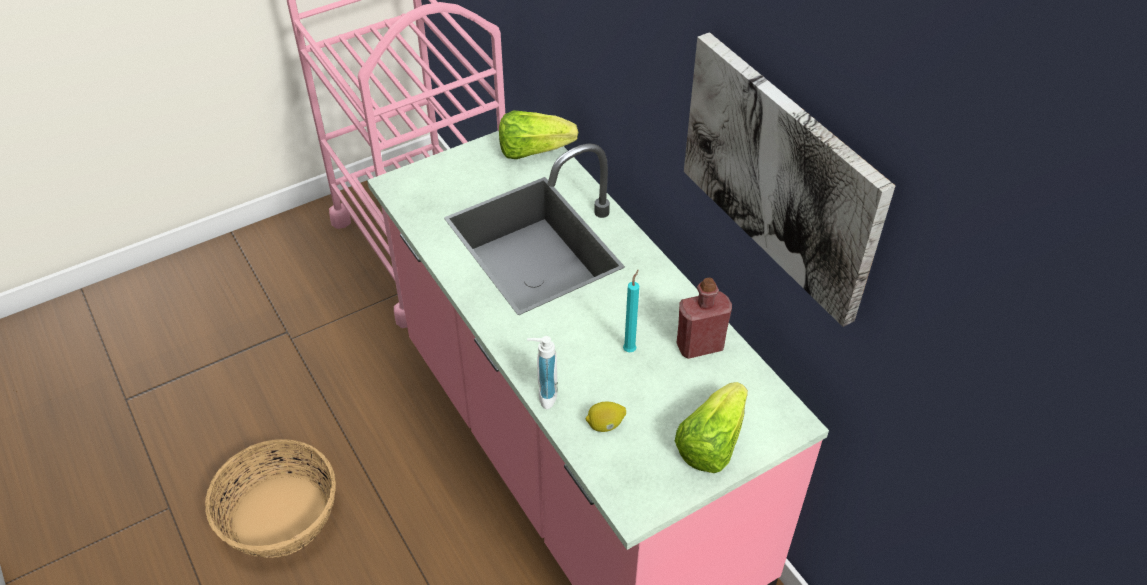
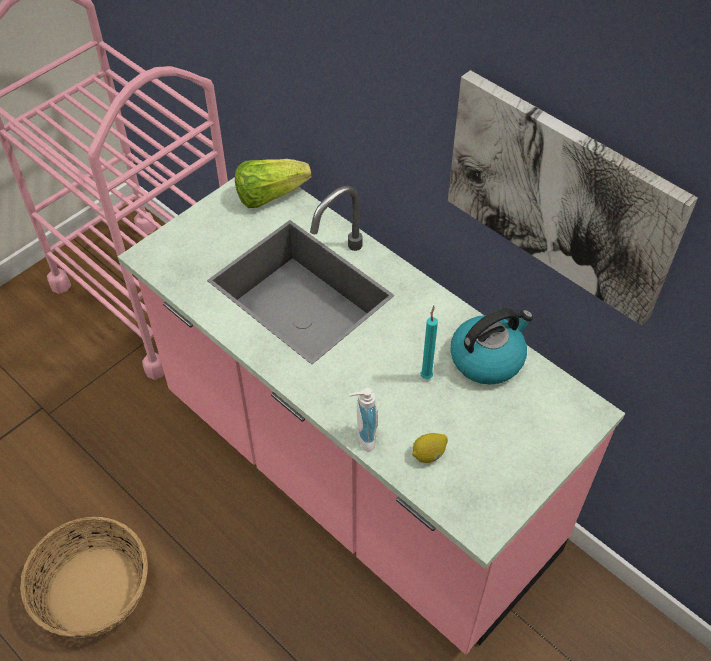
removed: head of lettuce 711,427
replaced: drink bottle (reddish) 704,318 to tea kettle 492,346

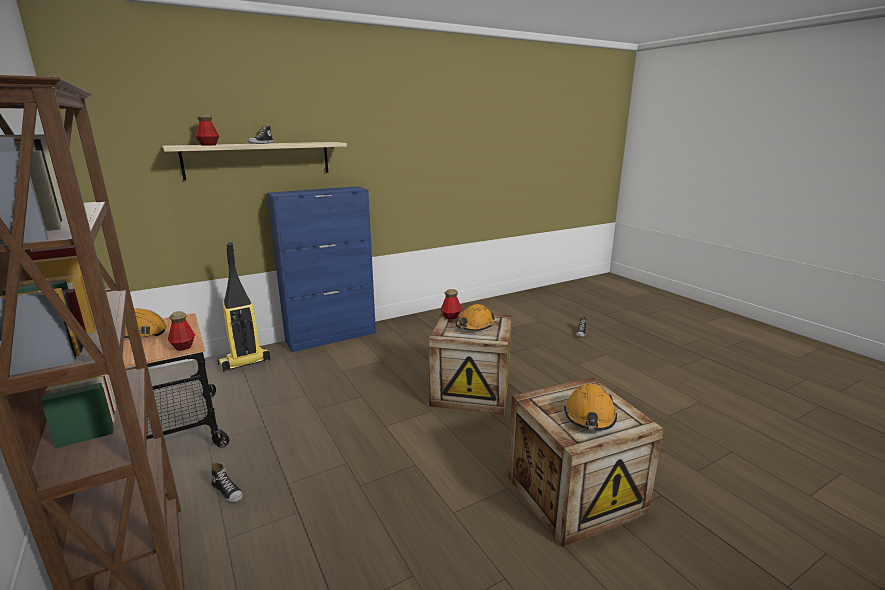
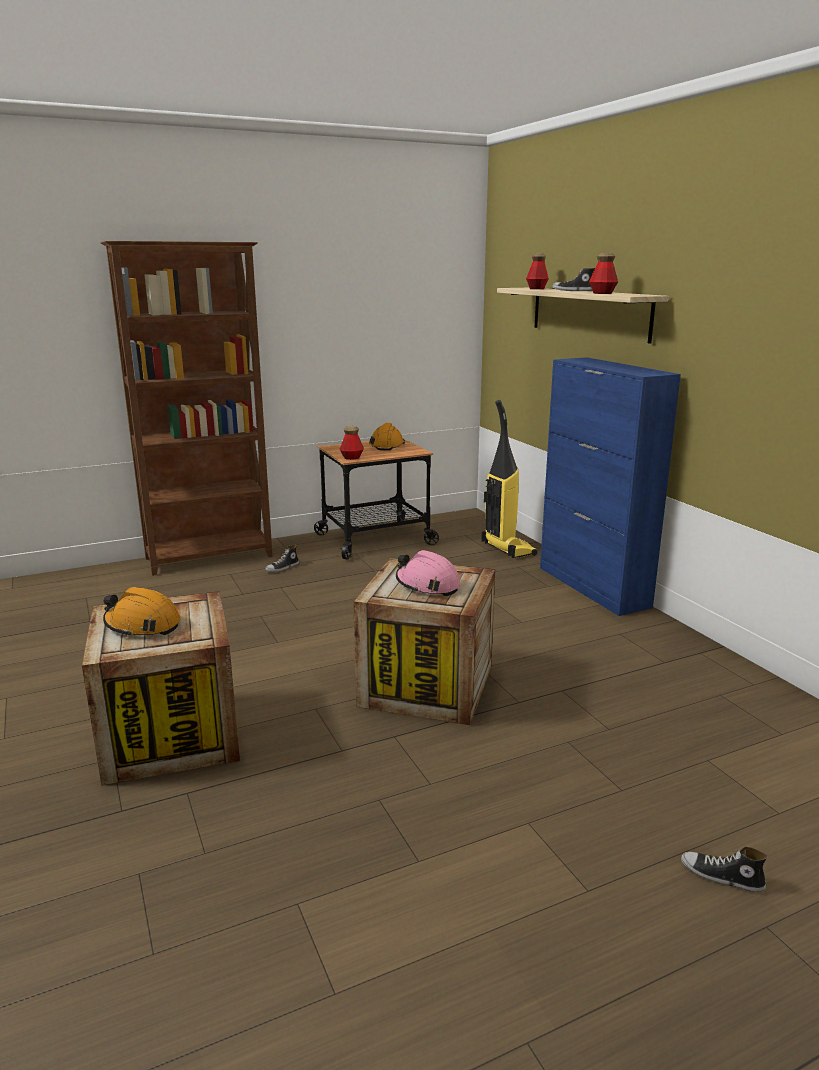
moved: drink bottle 451,304 to 603,273
recoloured: hard hat (orangey) 475,317 to hard hat (pinkish) 428,573

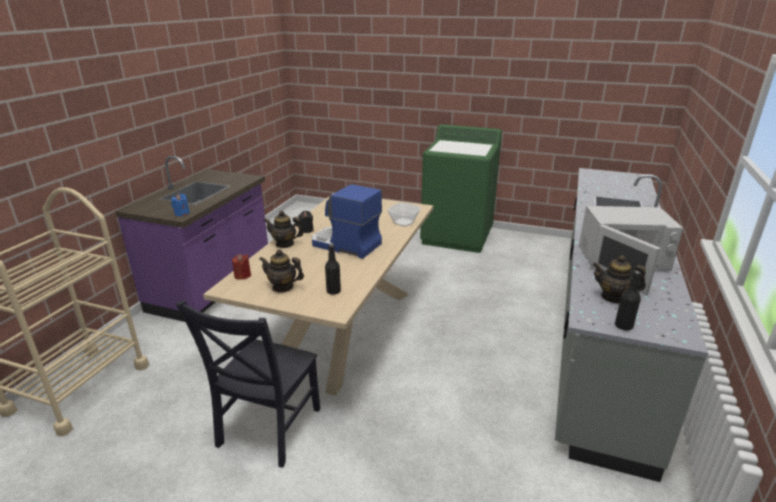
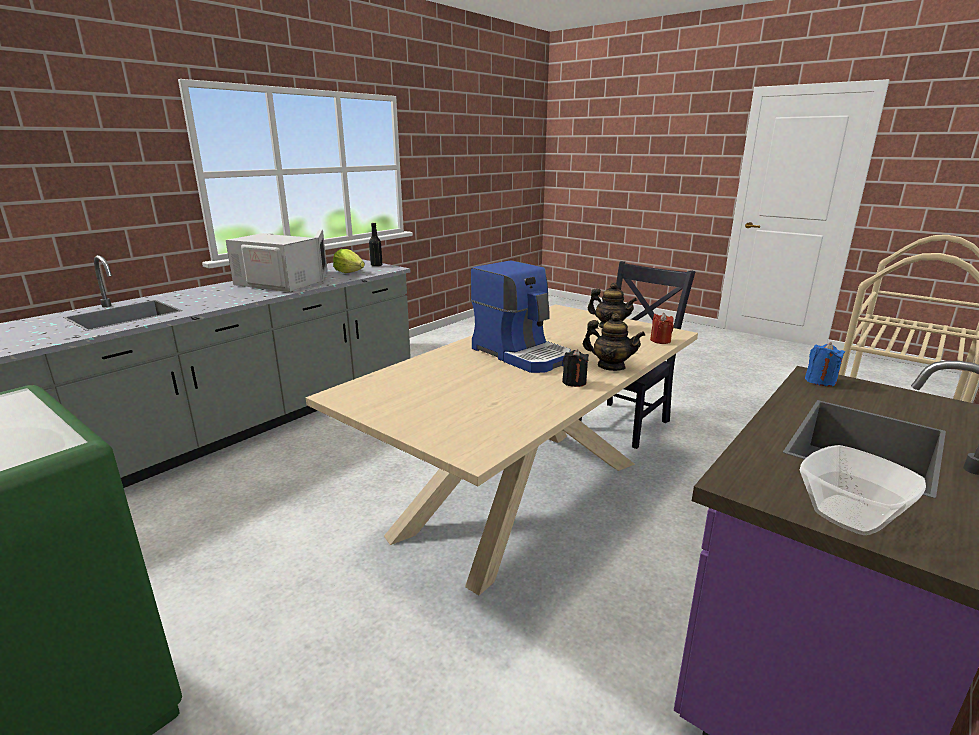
removed: drink bottle (black-coloured) 333,269
moved: bowl 404,214 to 863,490
replaced: pot for tea 619,279 to head of lettuce 349,261

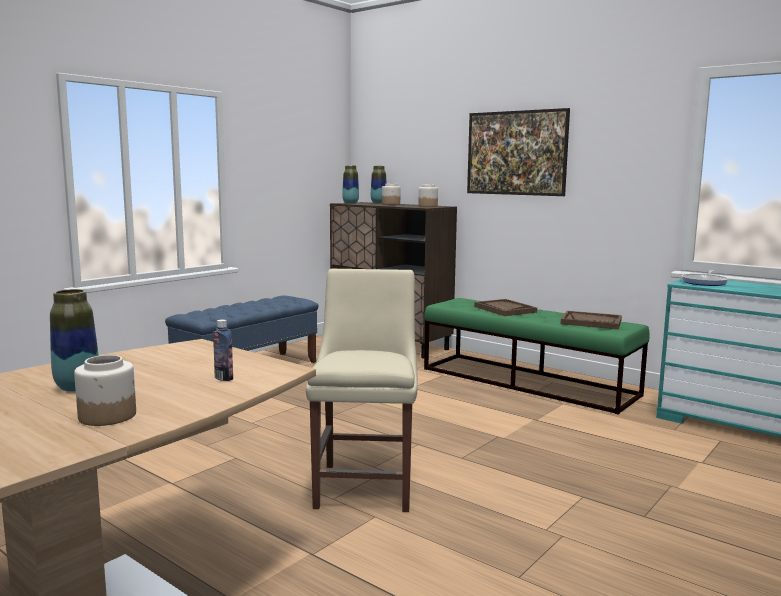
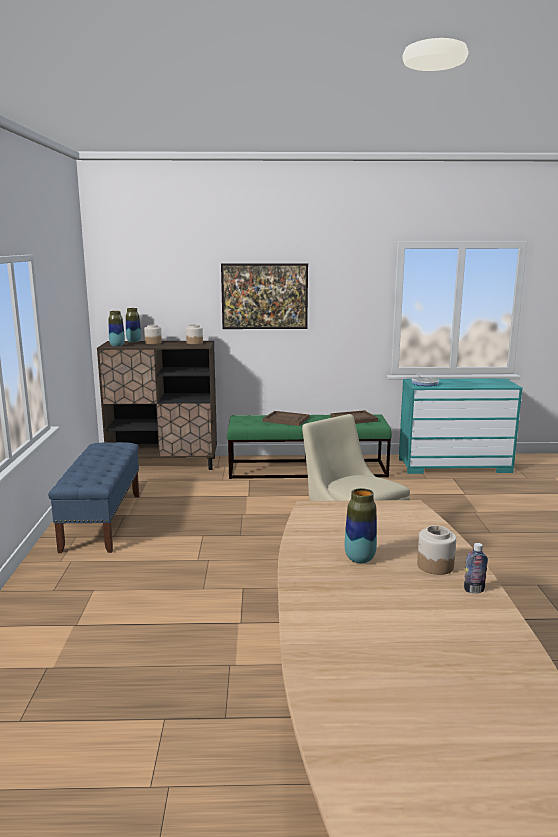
moved: drink bottle 223,350 to 476,568

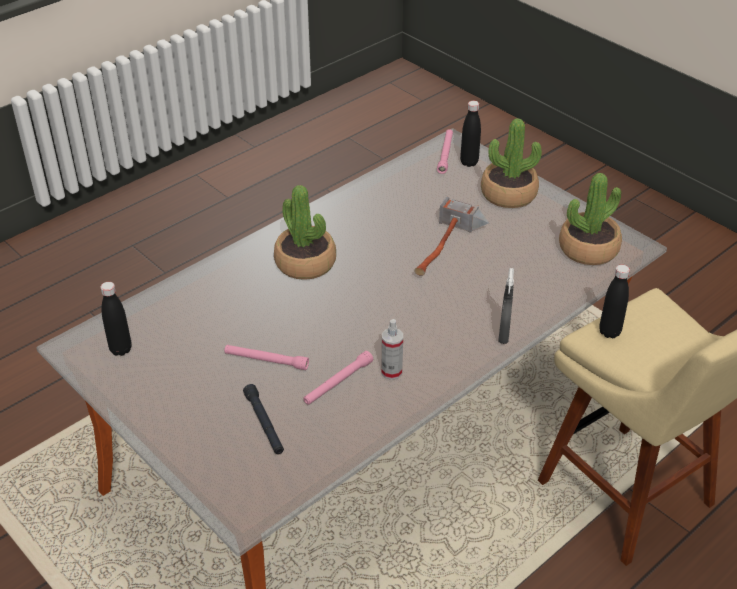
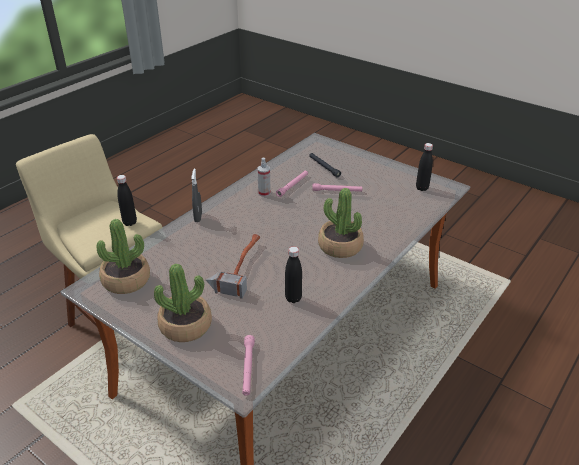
moved: drink bottle (black-coloured) 470,134 to 293,275

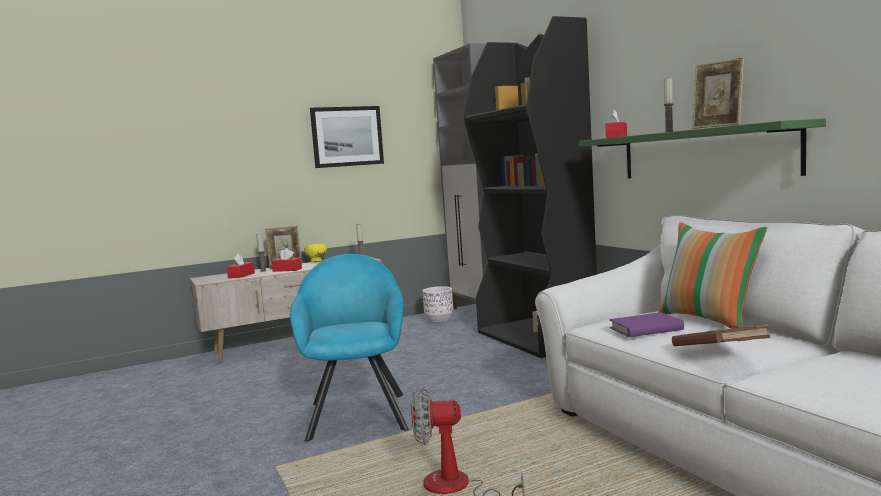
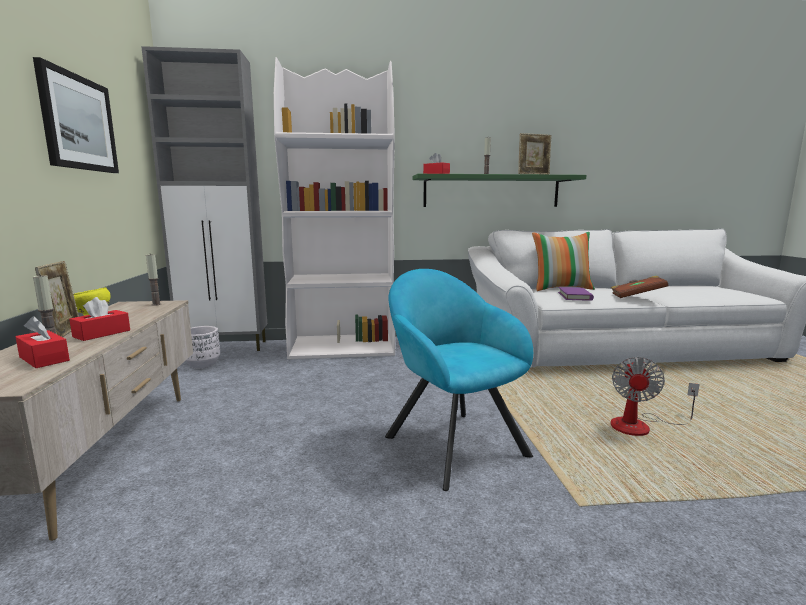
recoloured: shelving unit (black-coloured) 530,187 to shelving unit (white-coloured) 334,208
turned: armchair (turquoise-coloured) 349,348 = 459,380 45 degrees clockwise

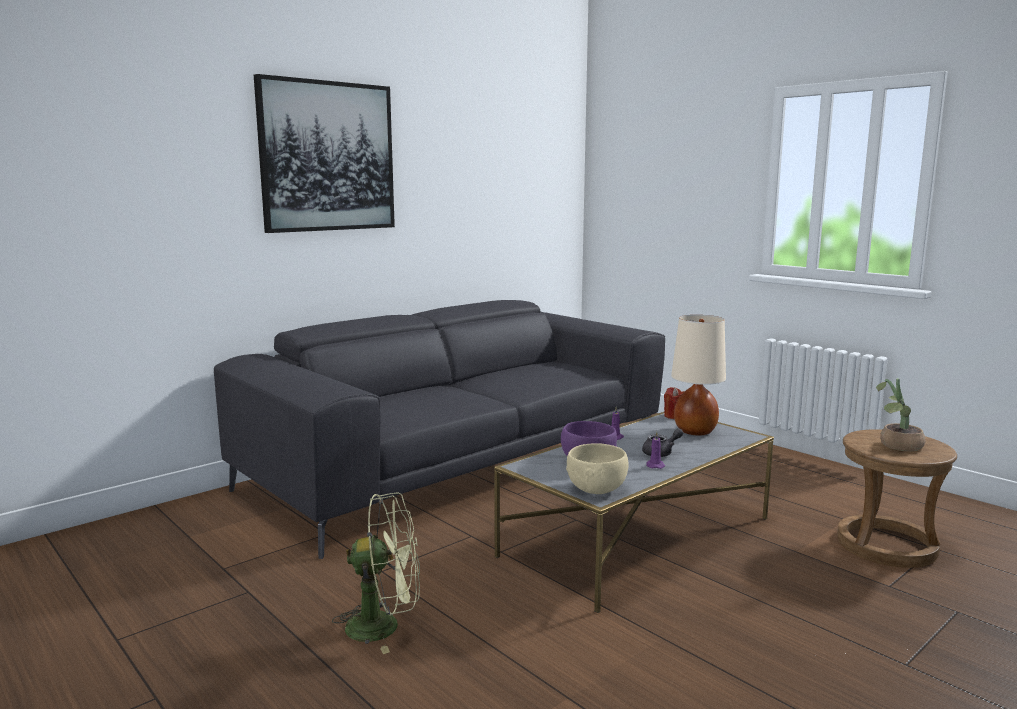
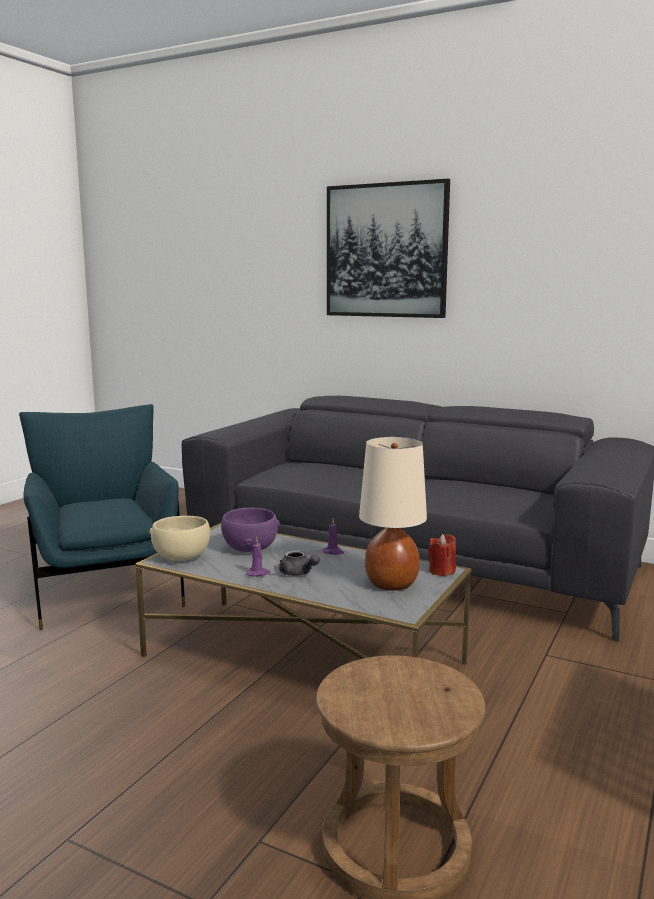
removed: potted plant 901,415
replaced: cooling fan (green) 376,573 to armchair (blue-coloured) 102,517

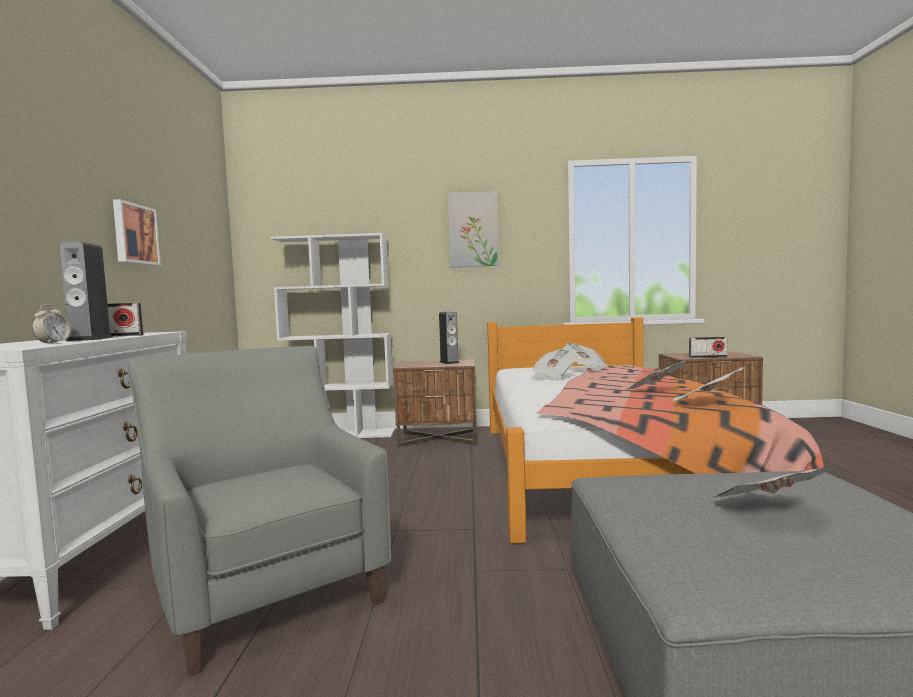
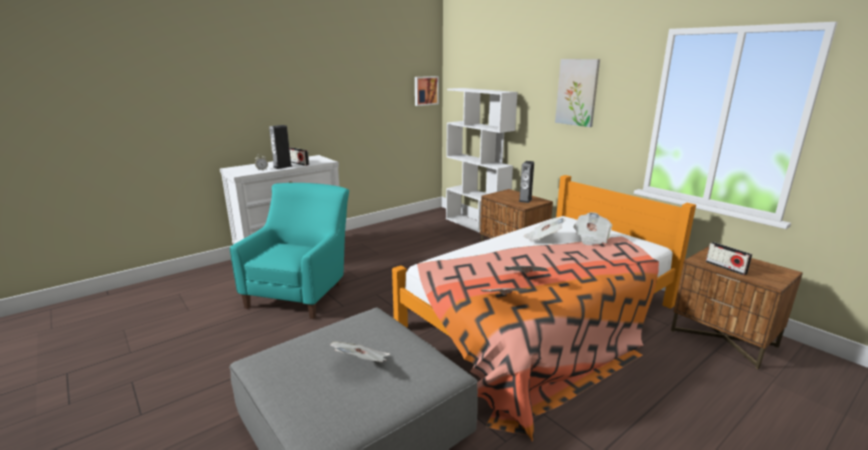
moved: picture 137,232 to 427,91
recoloured: armchair (grey) 259,511 to armchair (turquoise-coloured) 289,251

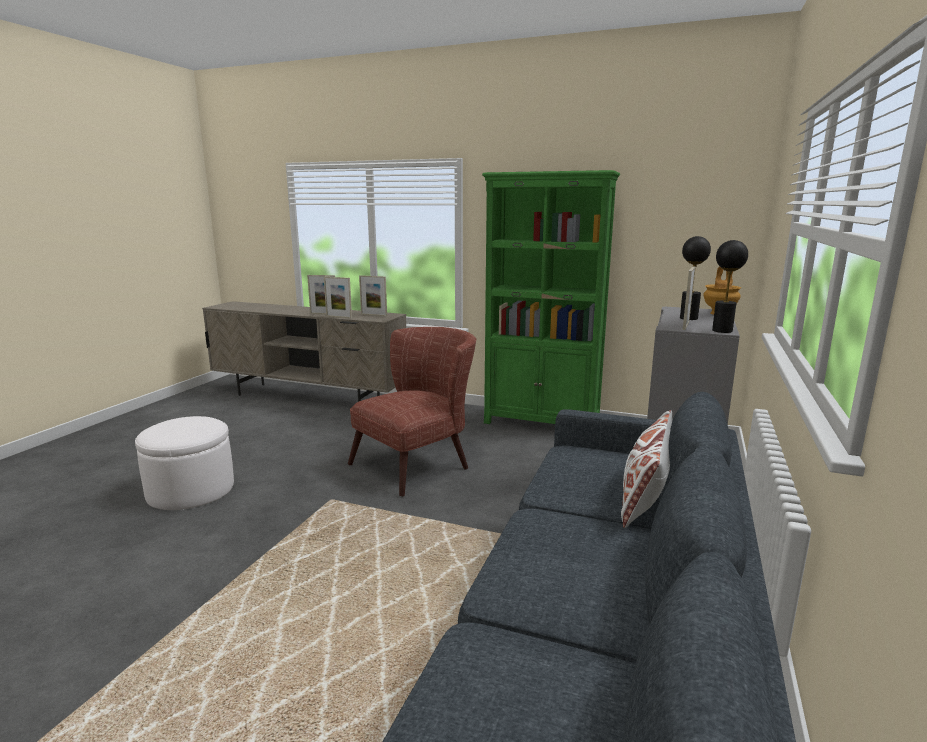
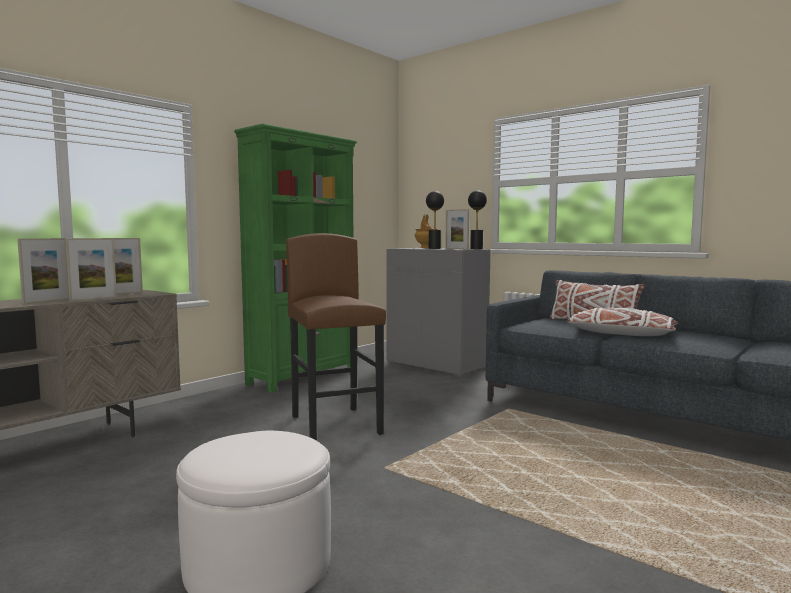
added: cushion (white-coloured) 622,321
replaced: armchair (brownish) 412,412 to stool seat (brownish) 336,337

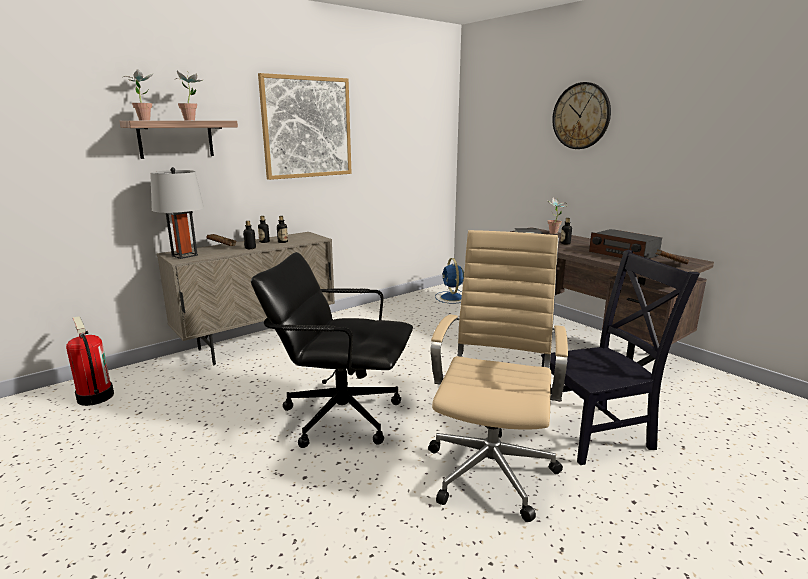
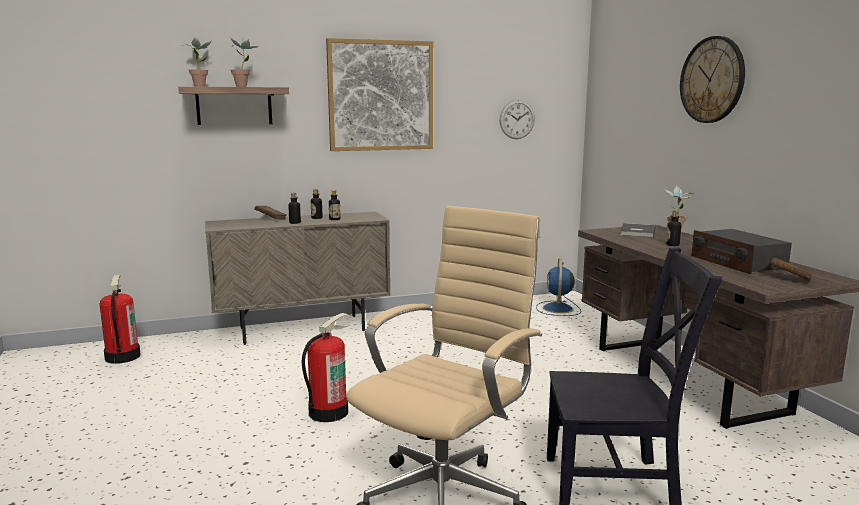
removed: lamp for a table (grey) 177,213
added: hanging clock 517,119
replaced: computer chair (black-coloured) 332,350 to fire extinguisher 326,367

